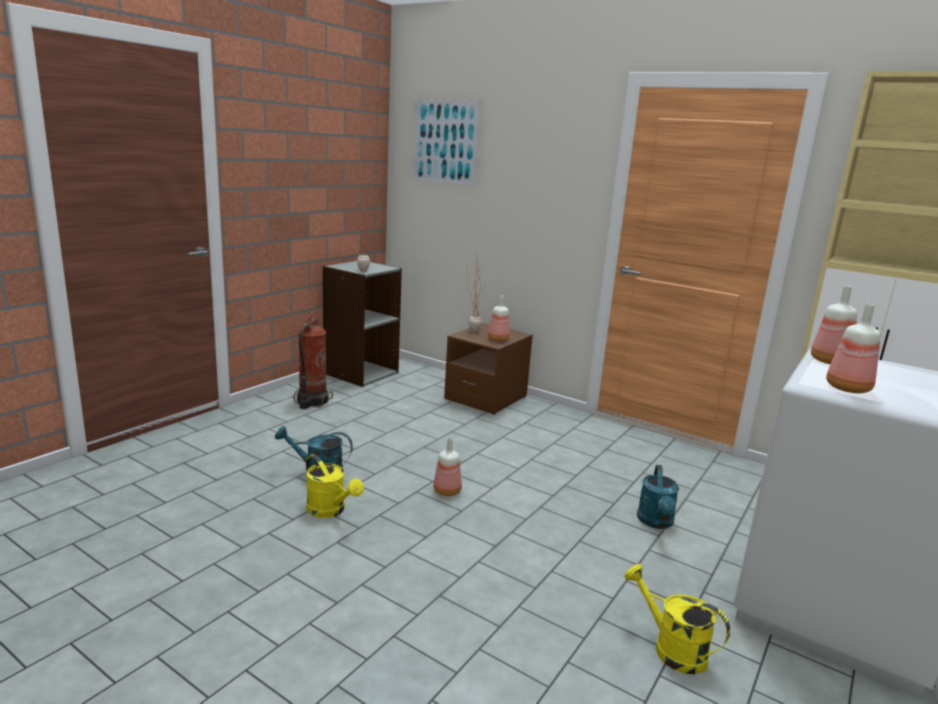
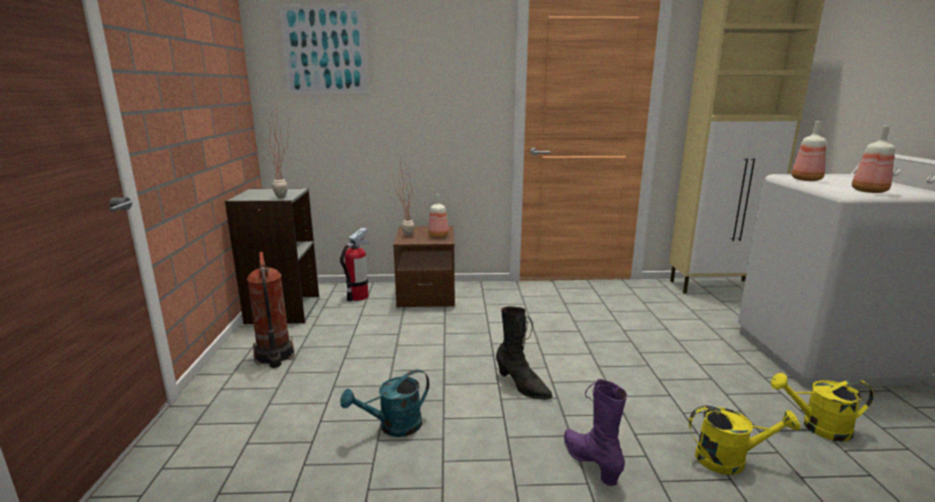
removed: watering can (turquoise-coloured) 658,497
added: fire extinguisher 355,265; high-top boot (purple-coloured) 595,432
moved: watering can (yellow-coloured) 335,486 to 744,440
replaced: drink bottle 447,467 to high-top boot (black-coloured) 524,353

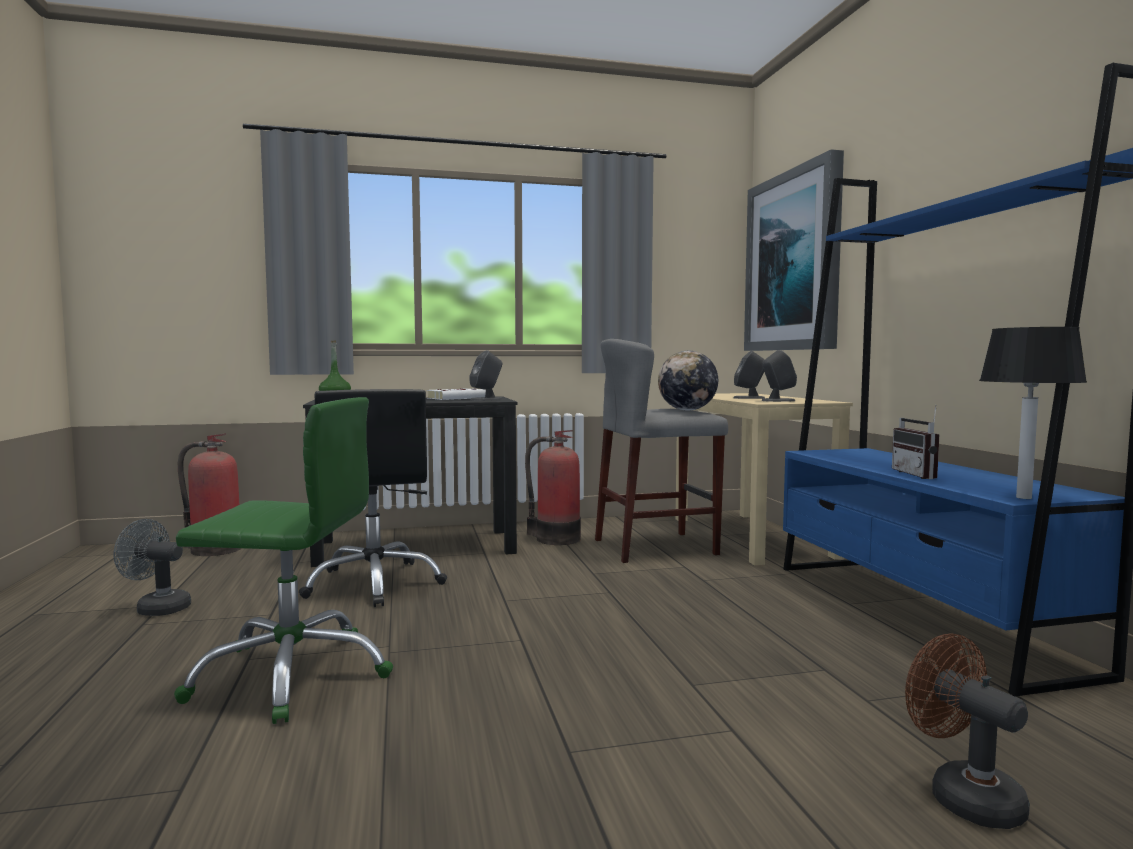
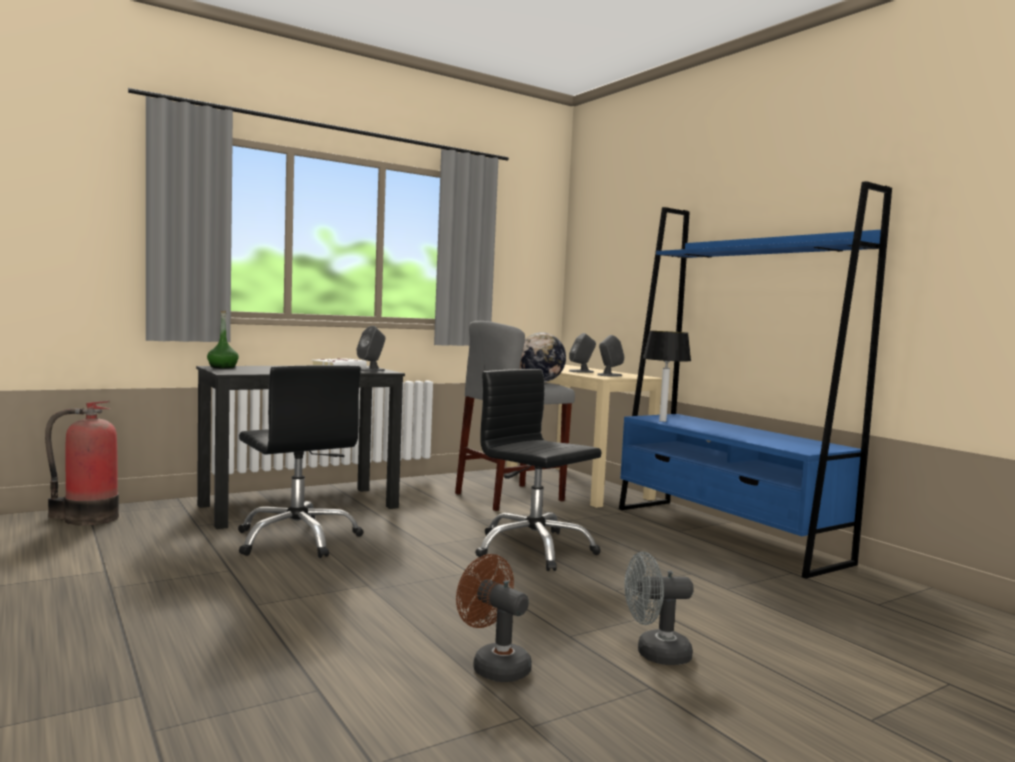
removed: computer chair (green) 283,560; fire extinguisher 553,487; picture 794,250; radio 915,442
added: computer chair (black-coloured) 538,470
moved: cooling fan (grey) 152,567 to 658,608; cooling fan (brownish) 967,731 to 494,618; lamp for a table 1033,413 to 667,376

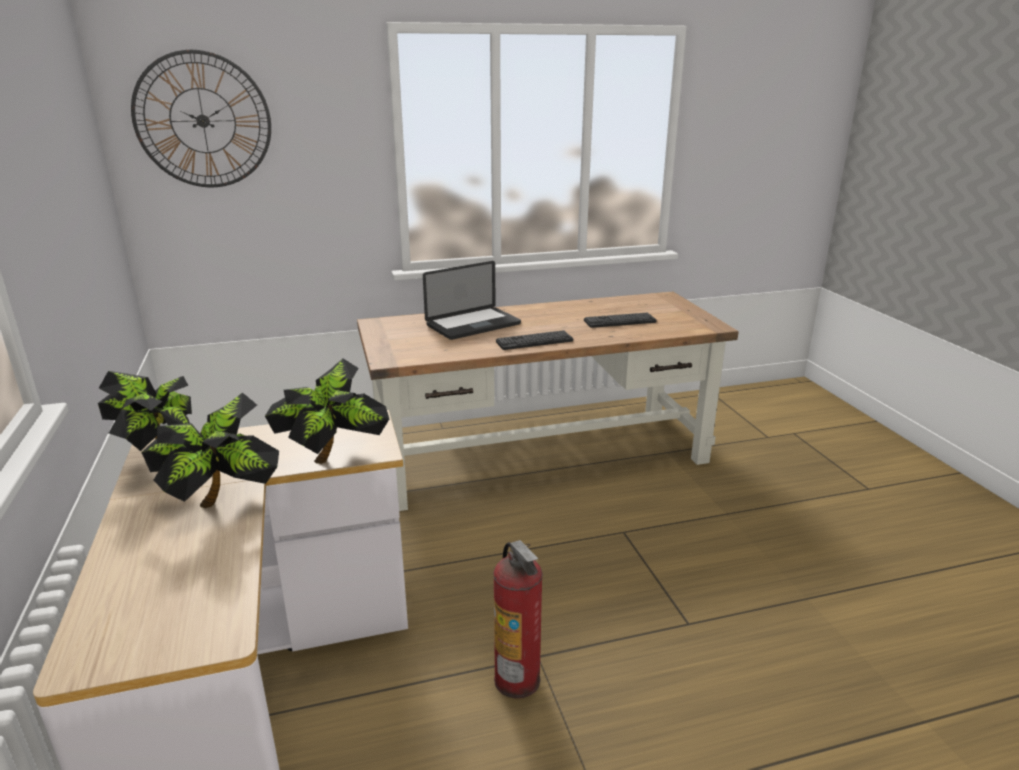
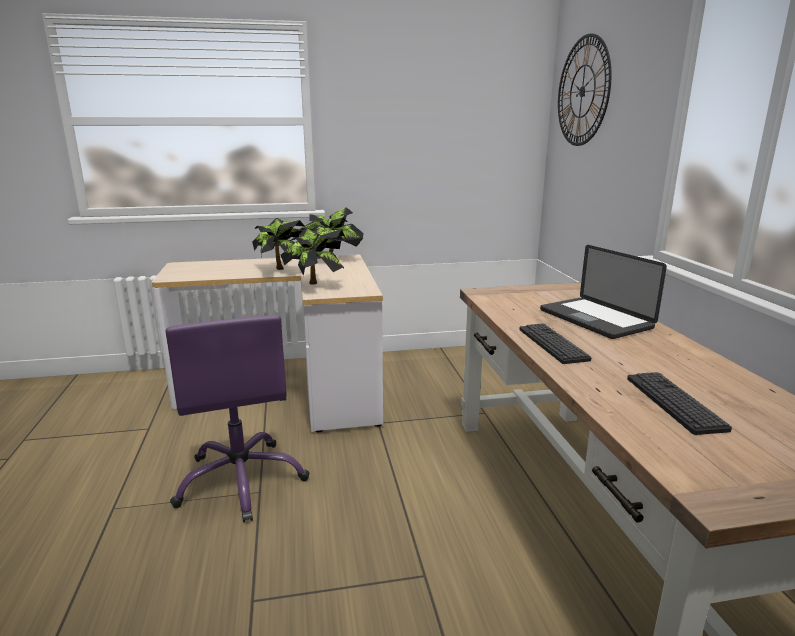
replaced: fire extinguisher 518,619 to computer chair (purple-coloured) 237,419

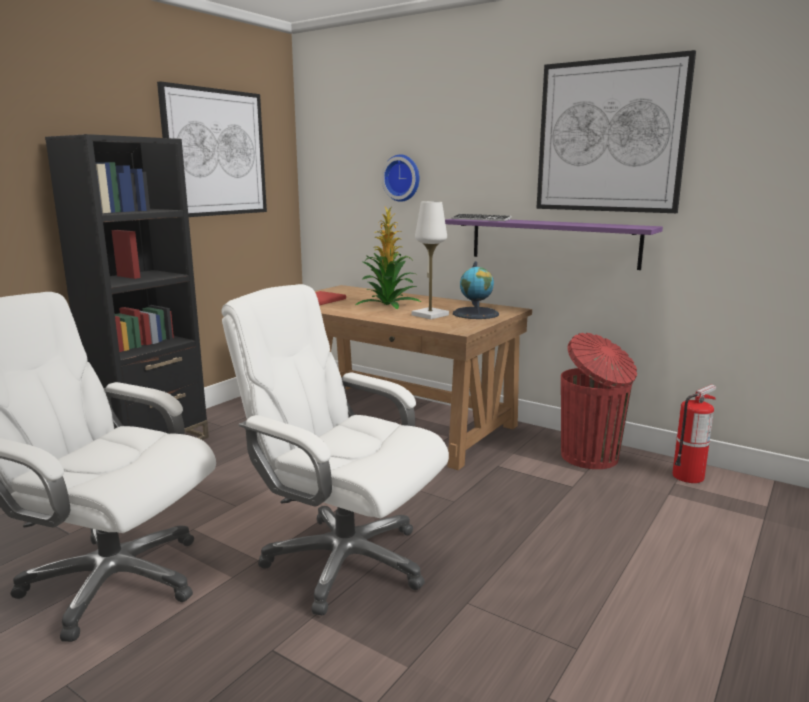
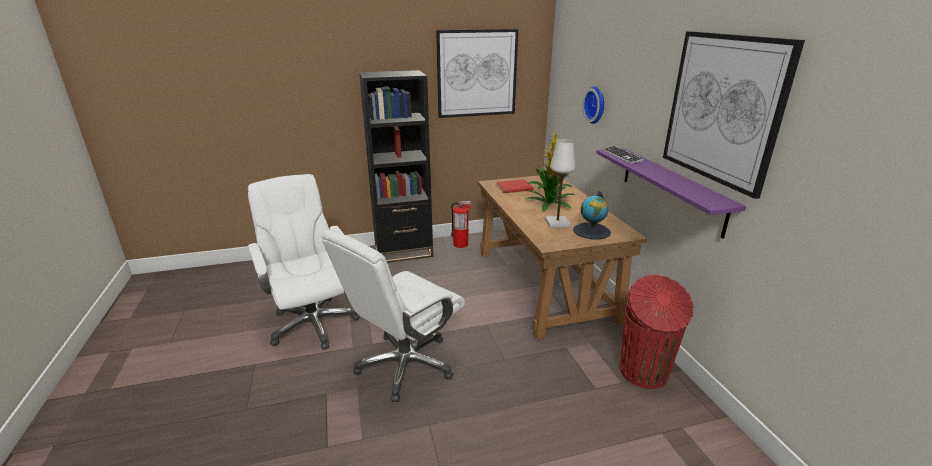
moved: fire extinguisher 694,433 to 461,224
turned: computer chair (white-coloured) 335,450 = 393,316 120 degrees counterclockwise

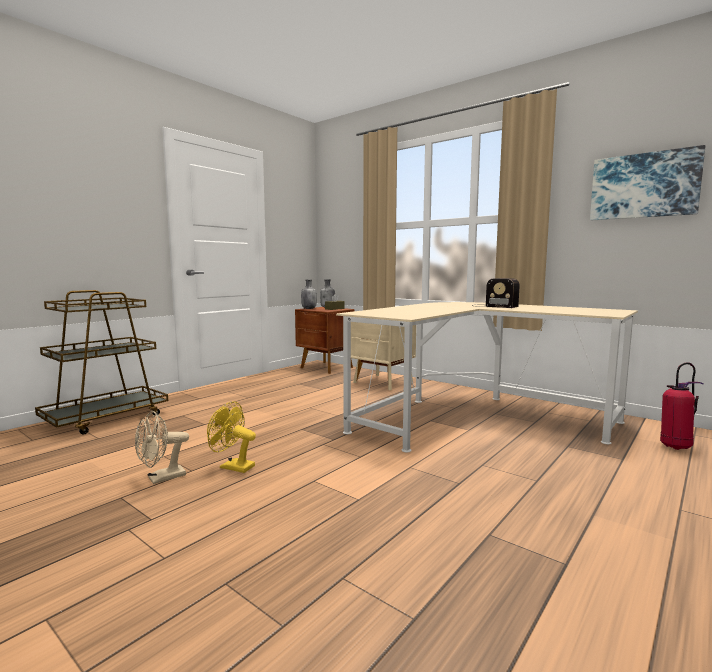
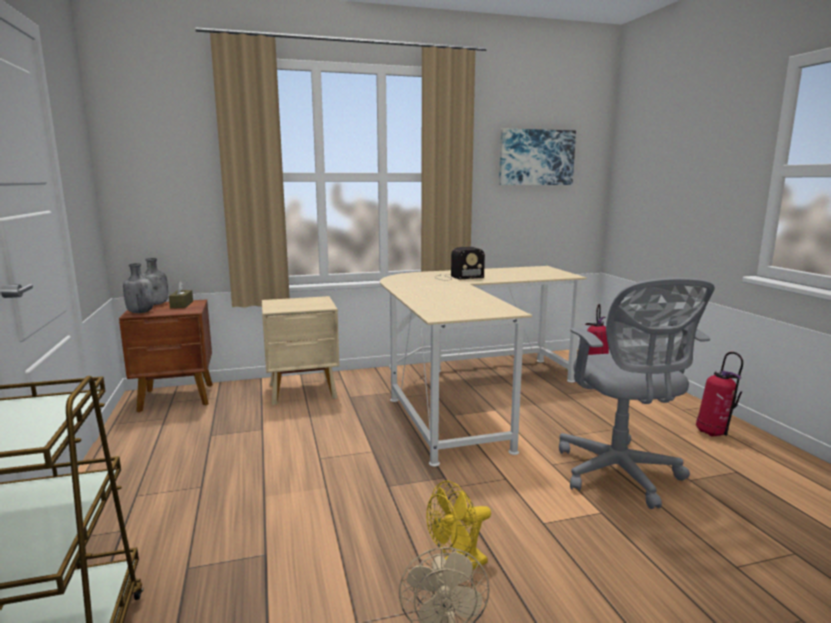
added: computer chair (grey) 637,393; fire extinguisher 719,394

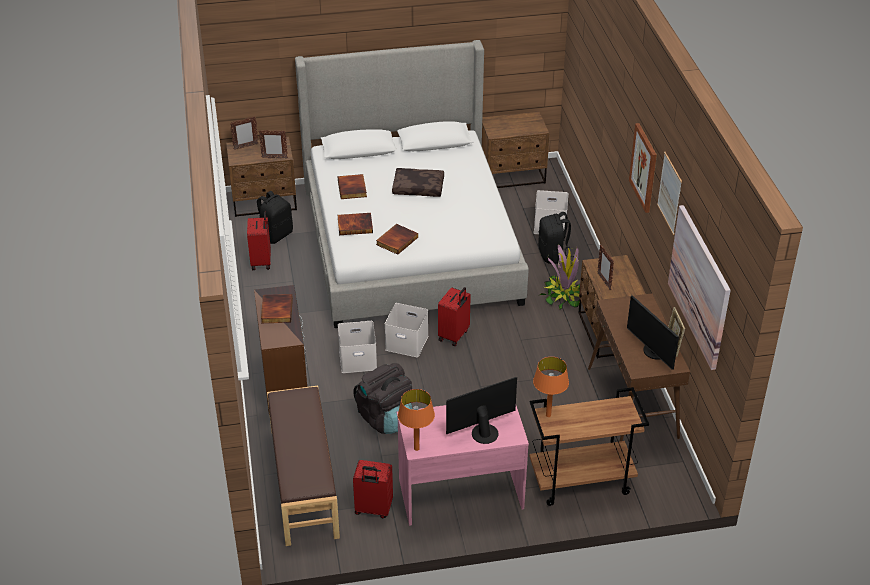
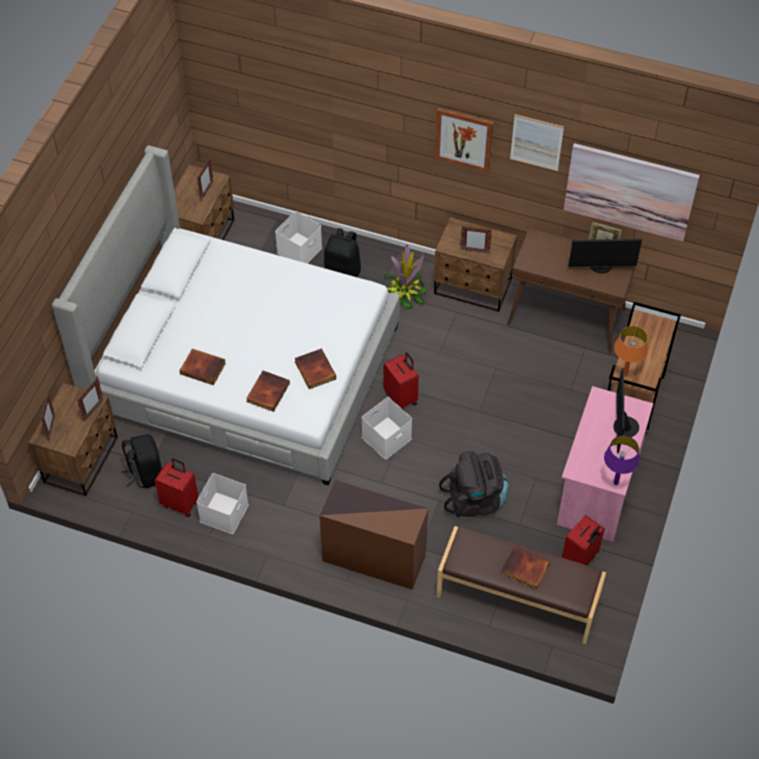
removed: cushion (brownish) 418,182
added: picture frame 205,179
moved: volume 277,308 to 525,568; storage bin (white-coloured) 357,347 to 222,503
recoloured: lamp for a table (orangey) 416,420 to lamp for a table (purple-coloured) 622,460

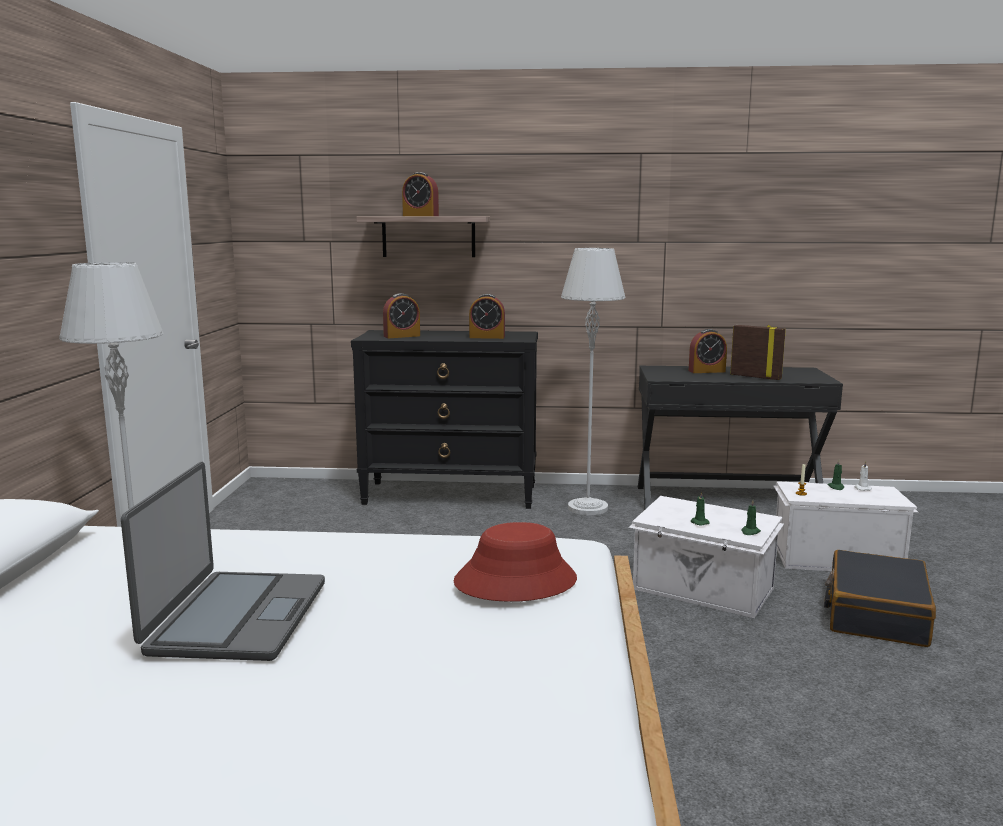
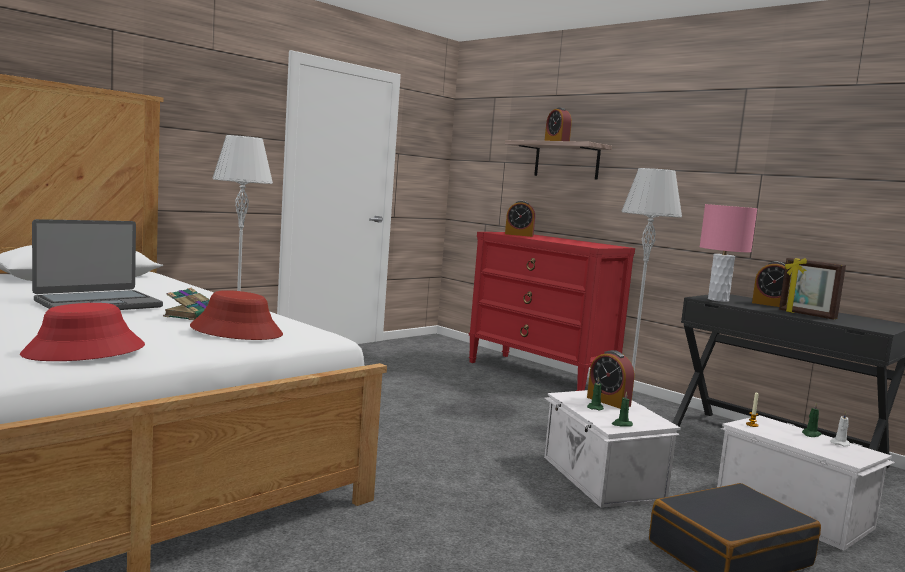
added: clothing hat (reddish) 82,332; volume 186,304; lamp for a table (pinkish) 729,253
moved: alarm clock 487,316 to 610,379
recoloured: drawer chest (black-coloured) 444,419 to drawer chest (reddish) 552,311
turned: picture frame 758,352 = 812,289 150 degrees clockwise

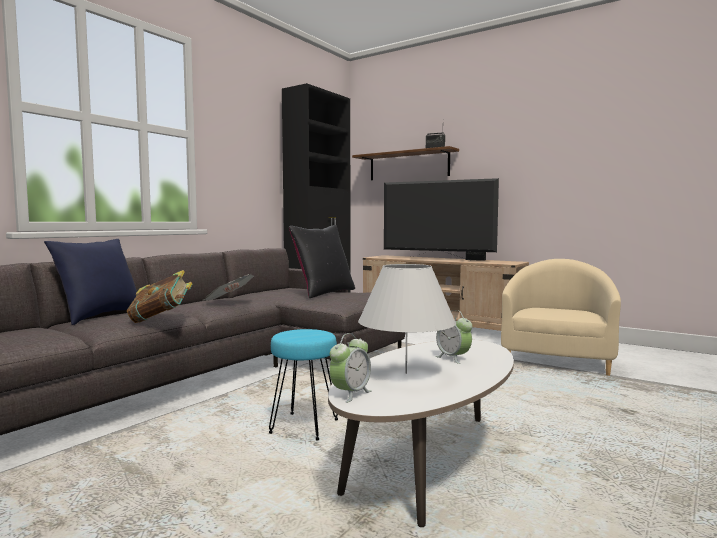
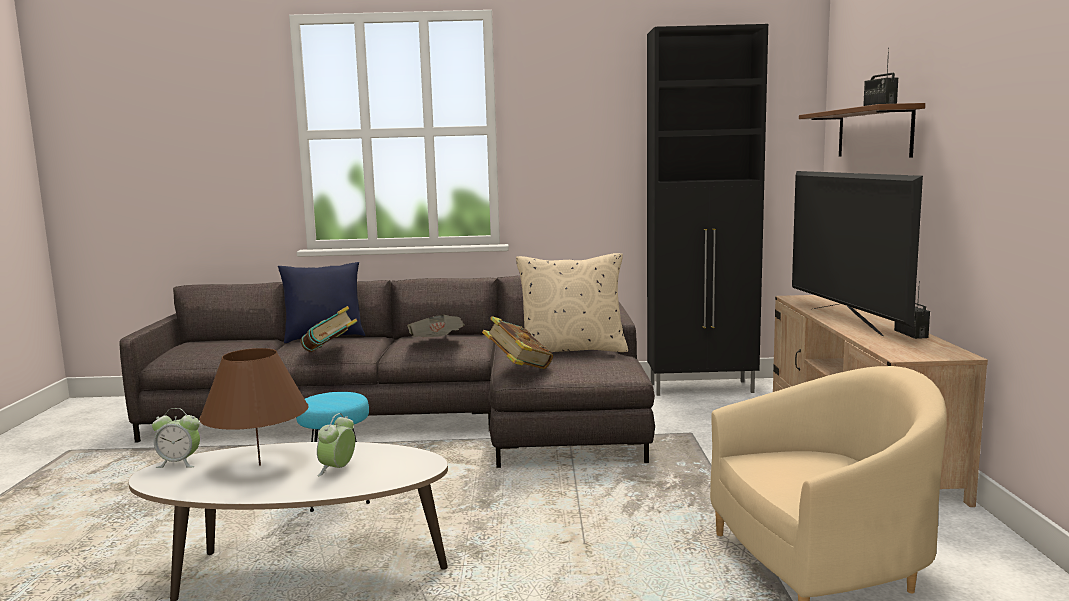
added: volume 517,342
recoloured: cushion (black-coloured) 322,261 to cushion (sand-coloured) 572,302; lamp for a table (white-coloured) 407,319 to lamp for a table (brownish) 254,407

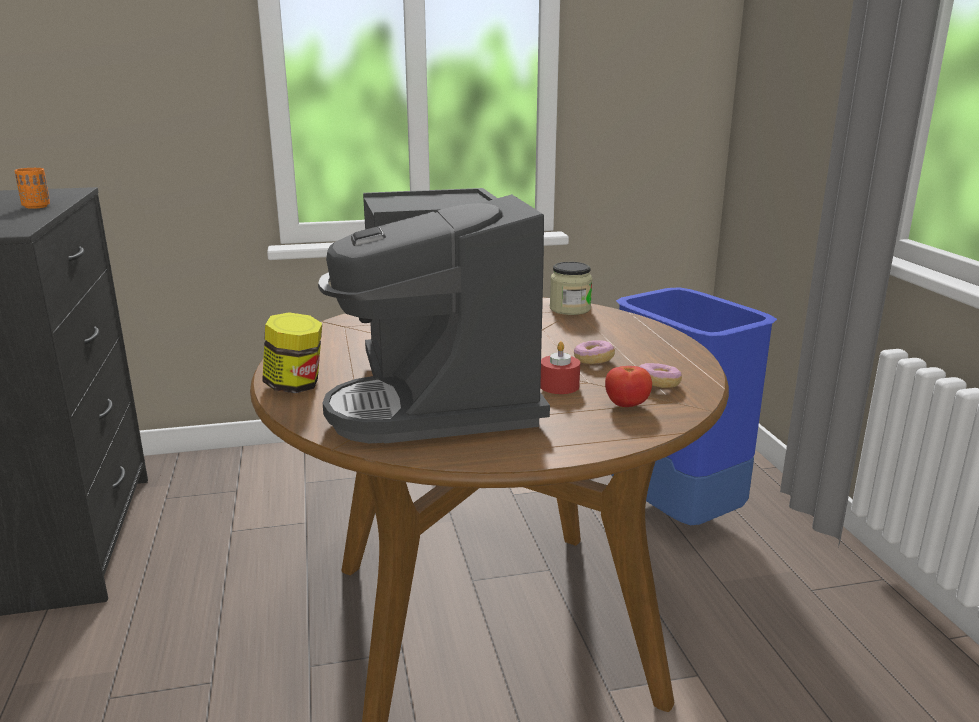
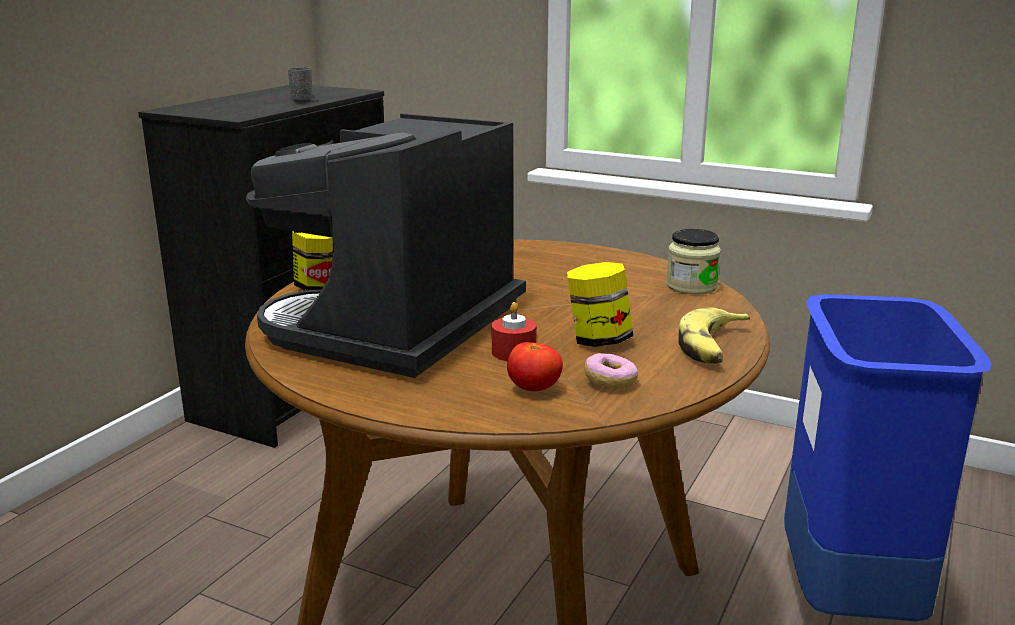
added: banana fruit 714,336
replaced: doughnut 594,352 to jar 600,304
recoloured: cup (orangey) 32,188 to cup (grey) 300,84

